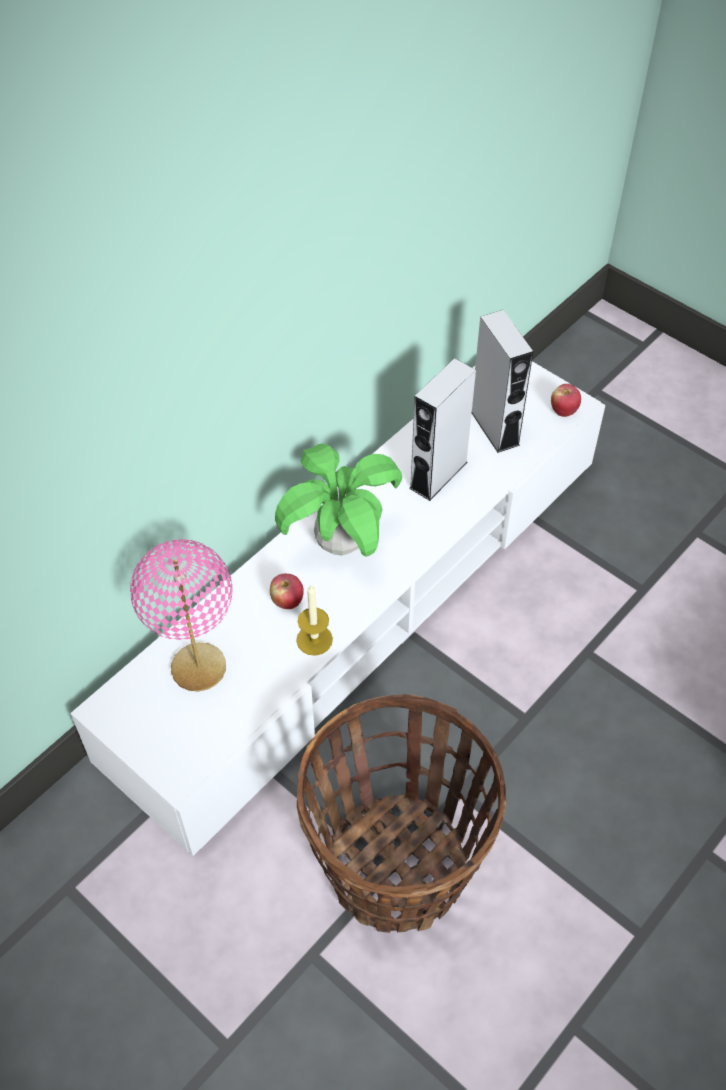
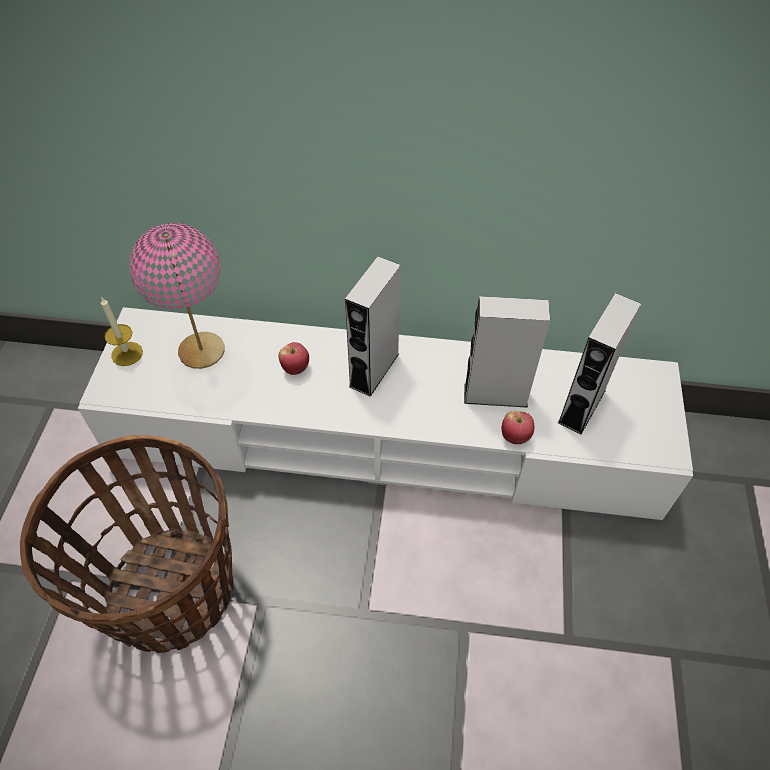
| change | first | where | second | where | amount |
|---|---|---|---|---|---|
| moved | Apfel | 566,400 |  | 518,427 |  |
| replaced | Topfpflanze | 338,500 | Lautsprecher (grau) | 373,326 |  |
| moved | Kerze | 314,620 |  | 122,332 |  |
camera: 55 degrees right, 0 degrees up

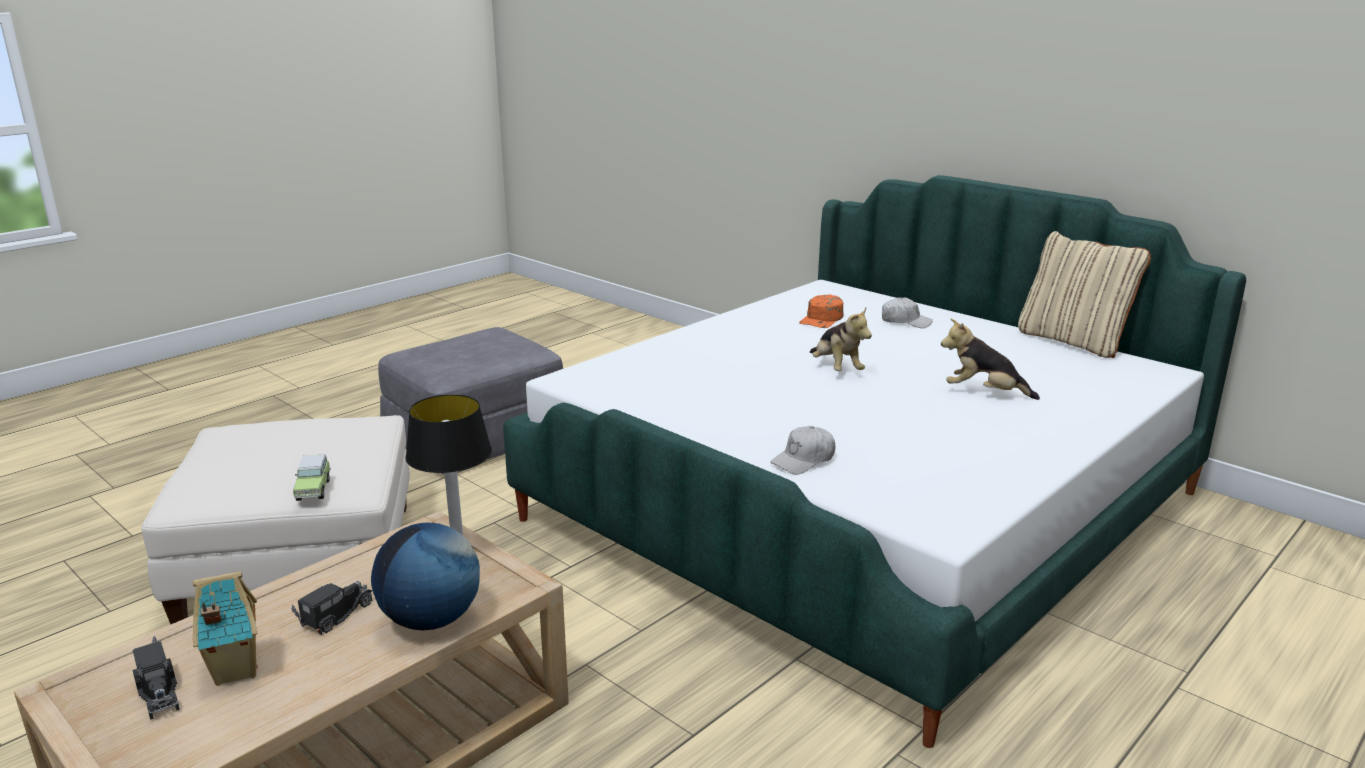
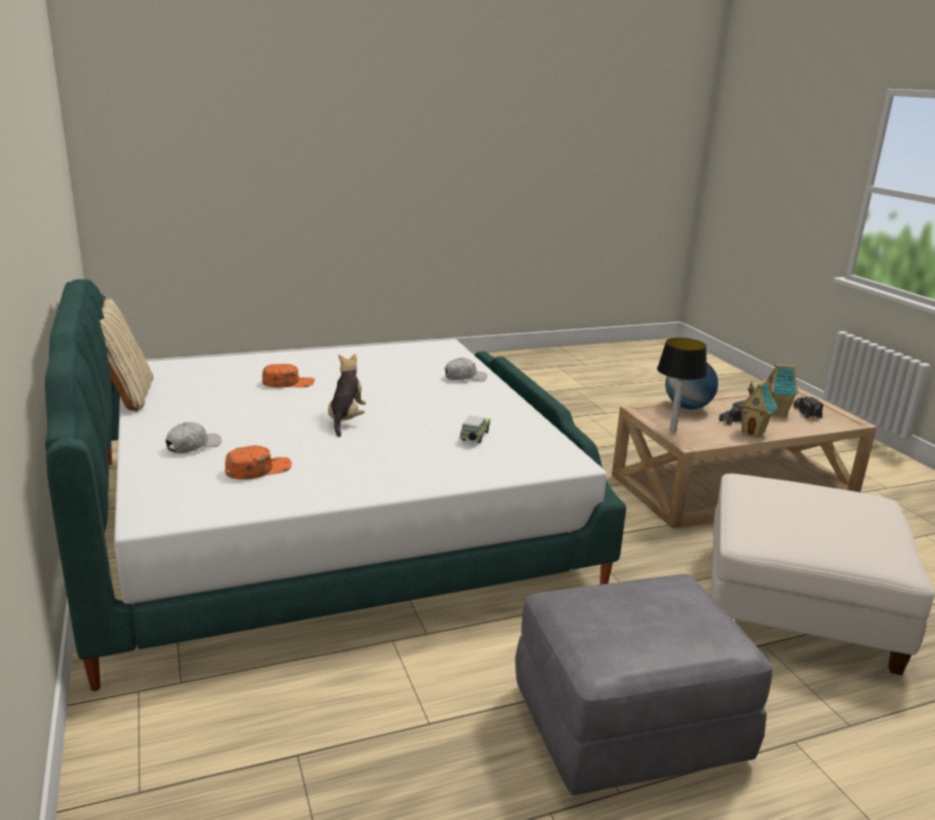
| change | first | where | second | where | amount |
|---|---|---|---|---|---|
| turned | Kappe (weiß) | 907,312 |  | 194,438 | 90 degrees clockwise |
| replaced | Plüschtier | 990,359 | Kappe (orange) | 288,376 |  |
| moved | Spielzeugauto | 312,477 |  | 475,429 |  |
| added |  |  | Spielzeughaus | 758,408 |  |
camera: 155 degrees left, 0 degrees up

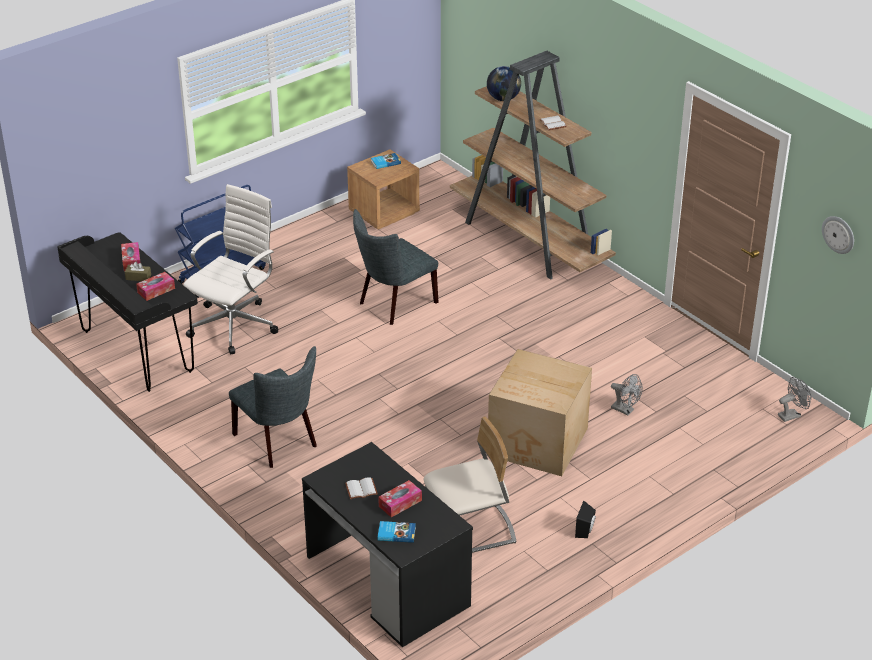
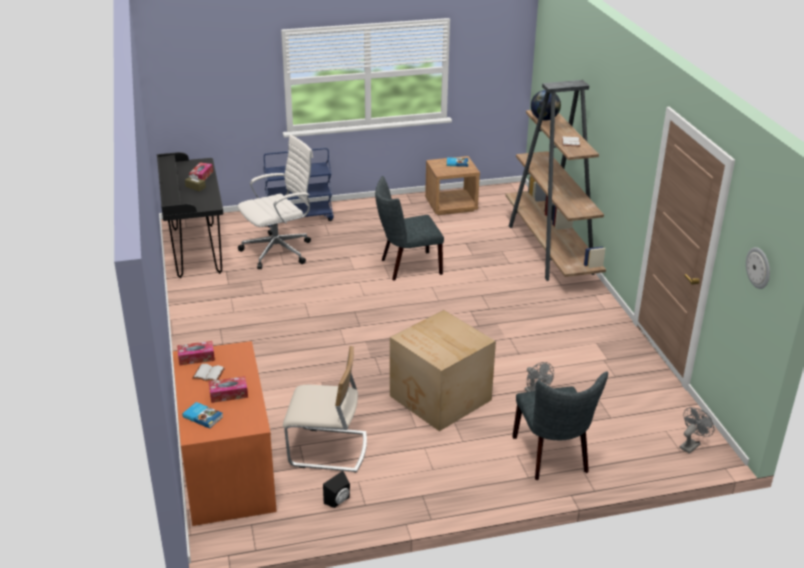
| change | first | where | second | where | amount |
|---|---|---|---|---|---|
| moved | Taschentuchbox | 155,286 |  | 196,353 |  |
| moved | Stuhl (grau) | 273,407 |  | 560,425 |  |
| turned | Ventilator (grau) | 794,399 |  | 696,430 | 45 degrees counterclockwise |
| recoloured | Schreibtisch (schwarz) | 387,544 | Schreibtisch (orange) | 225,433 |  |
| moved | Lautsprecher (schwarz) | 585,519 |  | 336,489 |  |
camera: 25 degrees right, 5 degrees down

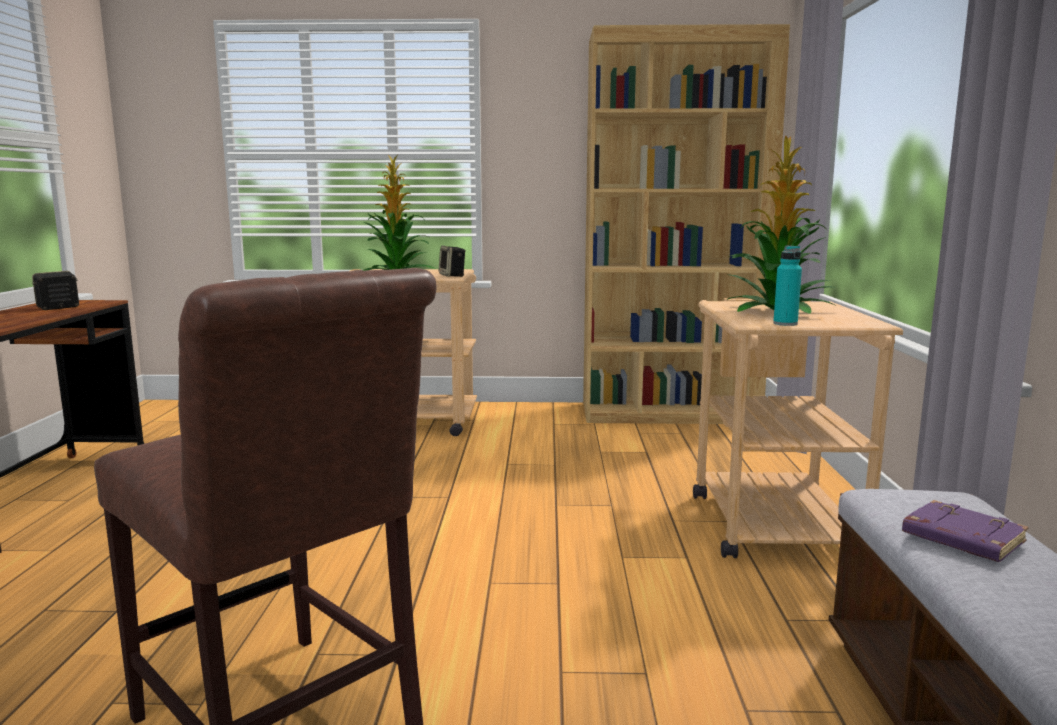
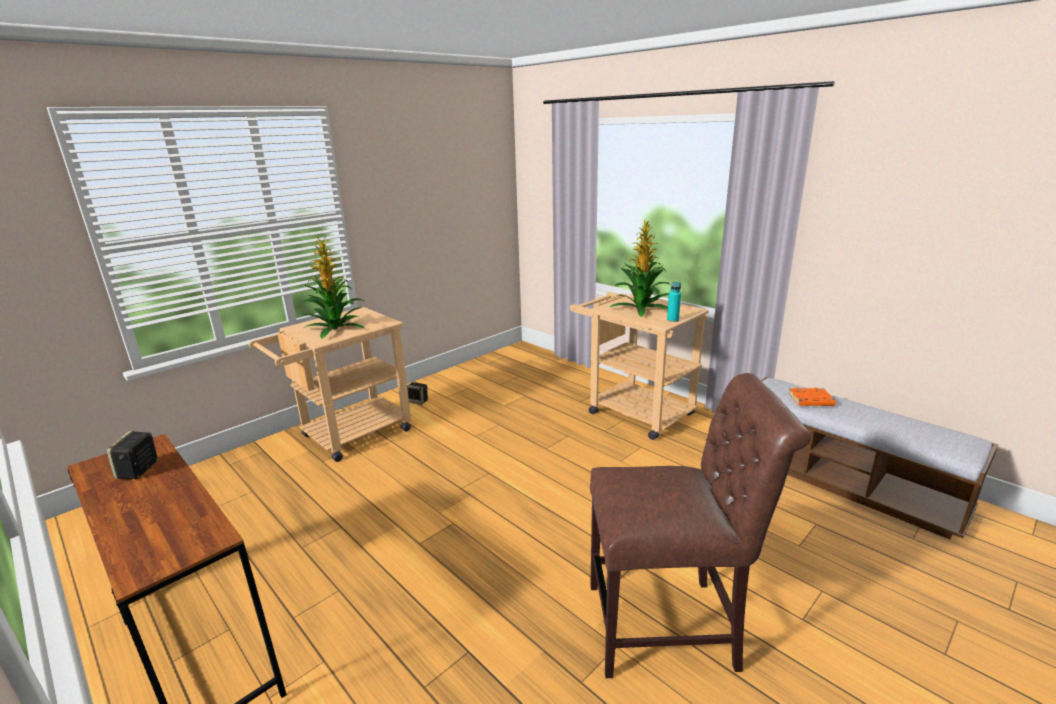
| change | first | where | second | where | amount |
|---|---|---|---|---|---|
| removed | Bücherregal (braun) | 686,224 |  |  |  |
| moved | Lautsprecher | 452,261 |  | 417,393 |  |
| recoloured | Buch (lila) | 965,531 | Buch (orange) | 812,397 |  |
camera: 45 degrees left, 10 degrees up

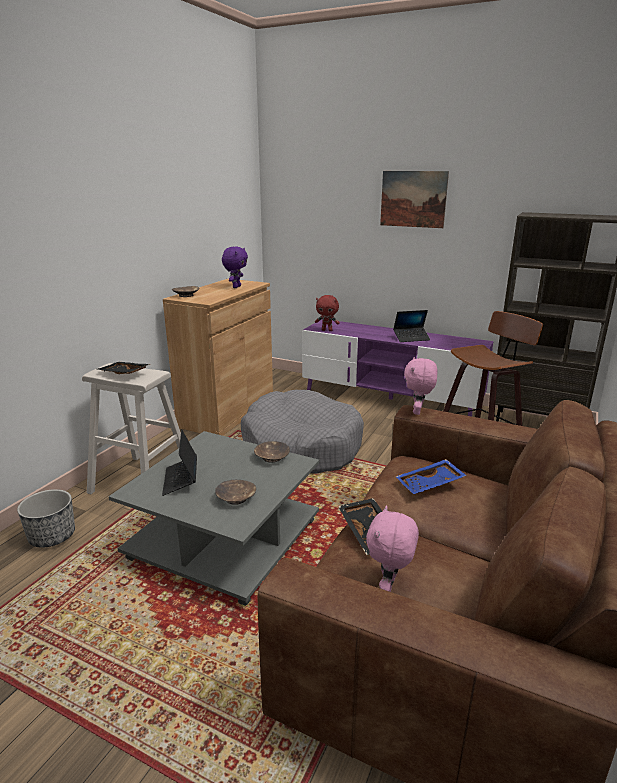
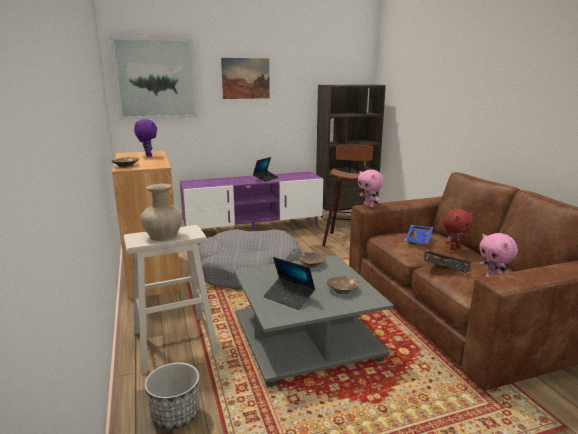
| change | first | where | second | where | amount |
|---|---|---|---|---|---|
| moved | Plüschtier (rot) | 327,313 |  | 458,229 |  |
| replaced | Tablett (schwarz) | 124,368 | Vase (beige) | 161,212 |  |
| added |  |  | Bild | 154,78 |  |
camera: 45 degrees left, 5 degrees down

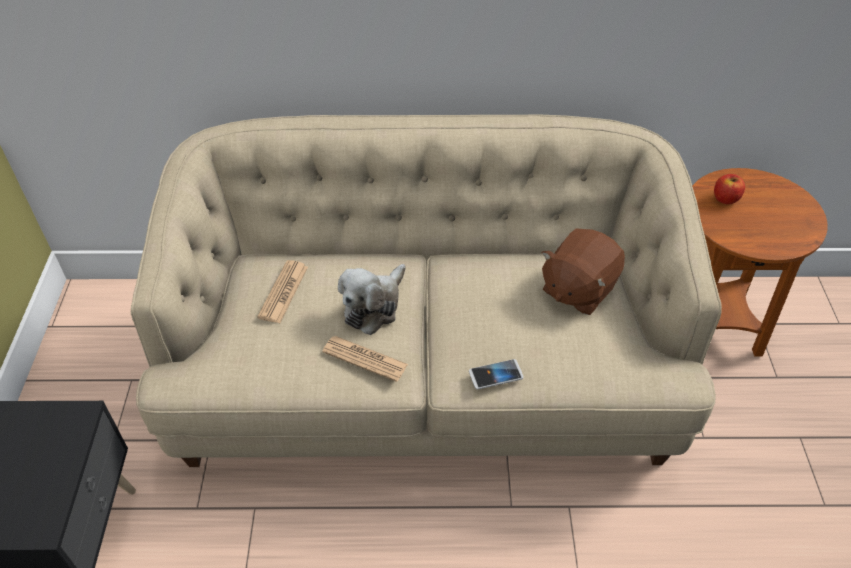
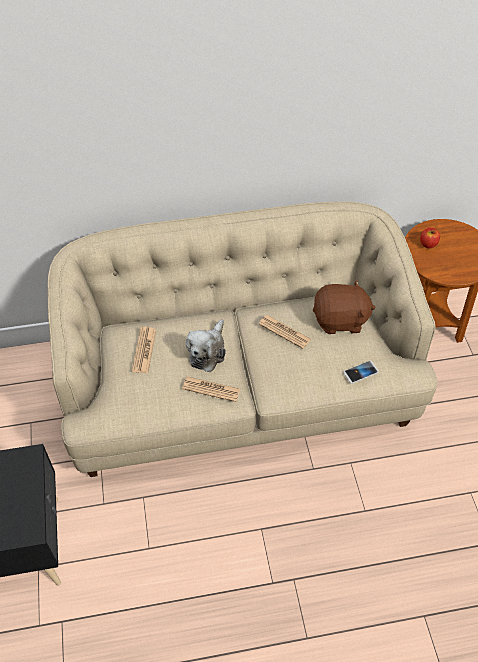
| change | first | where | second | where | amount |
|---|---|---|---|---|---|
| turned | Plüschtier (braun) | 583,271 |  | 344,307 | 120 degrees counterclockwise |
| moved | Handy | 496,374 |  | 361,372 |  |
| added |  |  | Zeitung | 285,332 |  |
camera: 10 degrees left, 5 degrees up

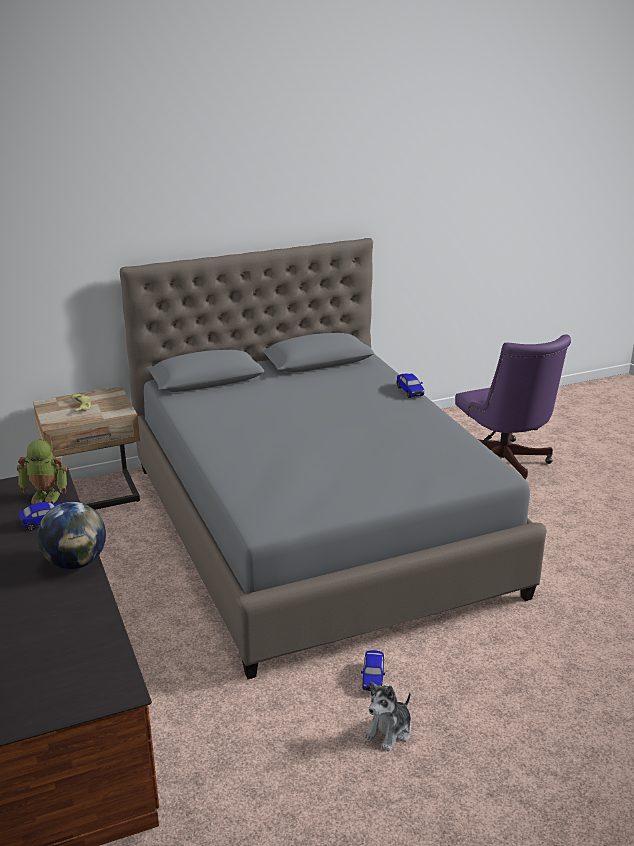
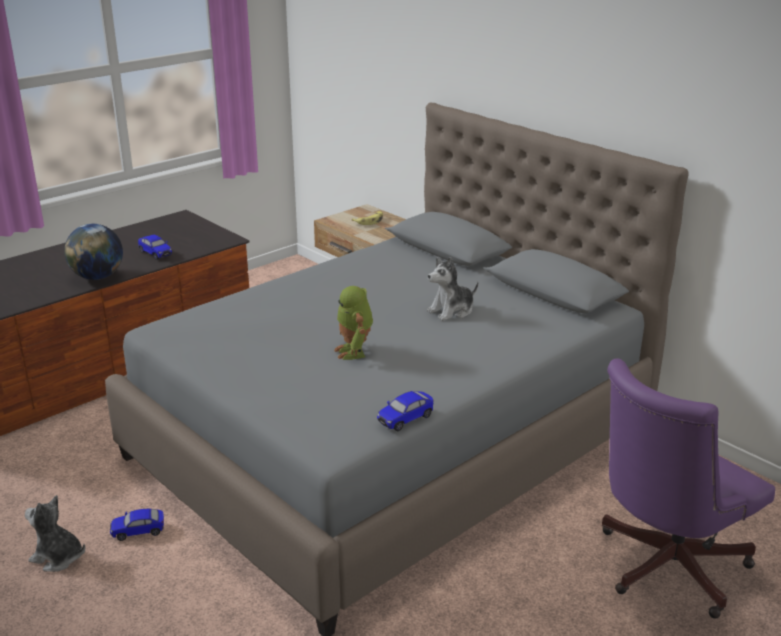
| change | first | where | second | where | amount |
|---|---|---|---|---|---|
| moved | Spielzeugauto | 410,386 |  | 405,411 |  |
| moved | Spielzeugroboter | 42,471 |  | 353,323 |  |
| added |  |  | Plüschtier | 452,289 |  |
camera: 70 degrees right, 0 degrees up

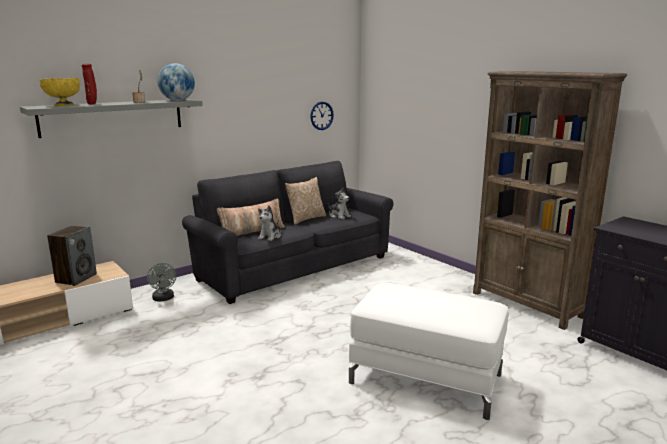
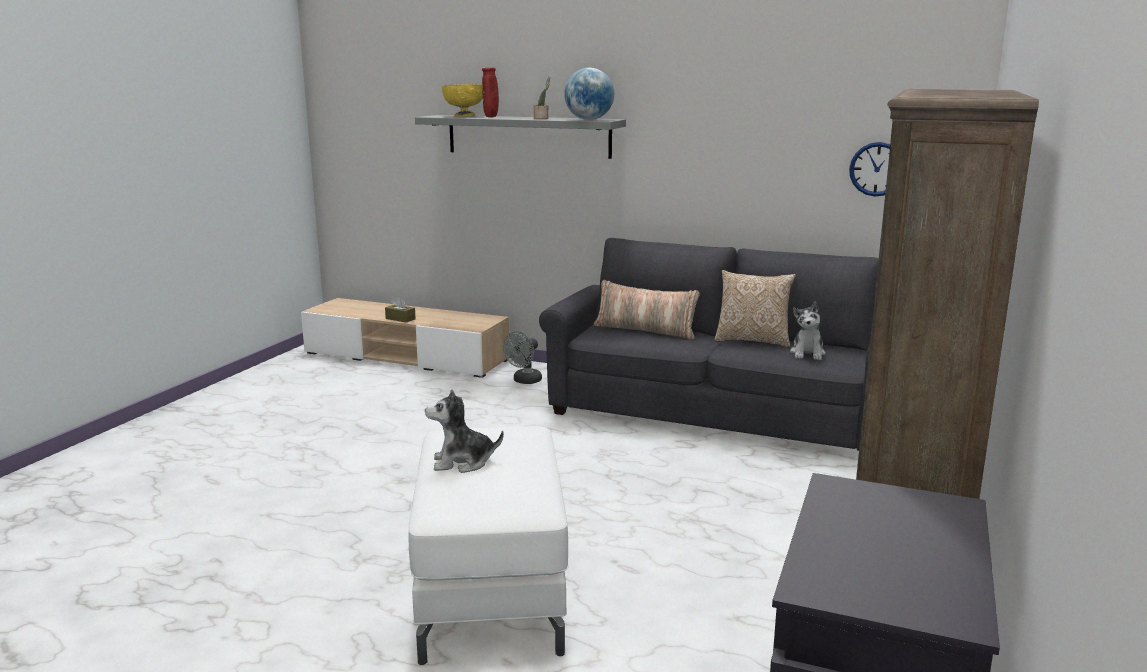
| change | first | where | second | where | amount |
|---|---|---|---|---|---|
| moved | Plüschtier | 269,223 |  | 464,431 |  |
| removed | Lautsprecher | 72,256 |  |  |  |
| added |  |  | Taschentuchbox (braun) | 400,309 |  |
camera: 60 degrees right, 0 degrees up

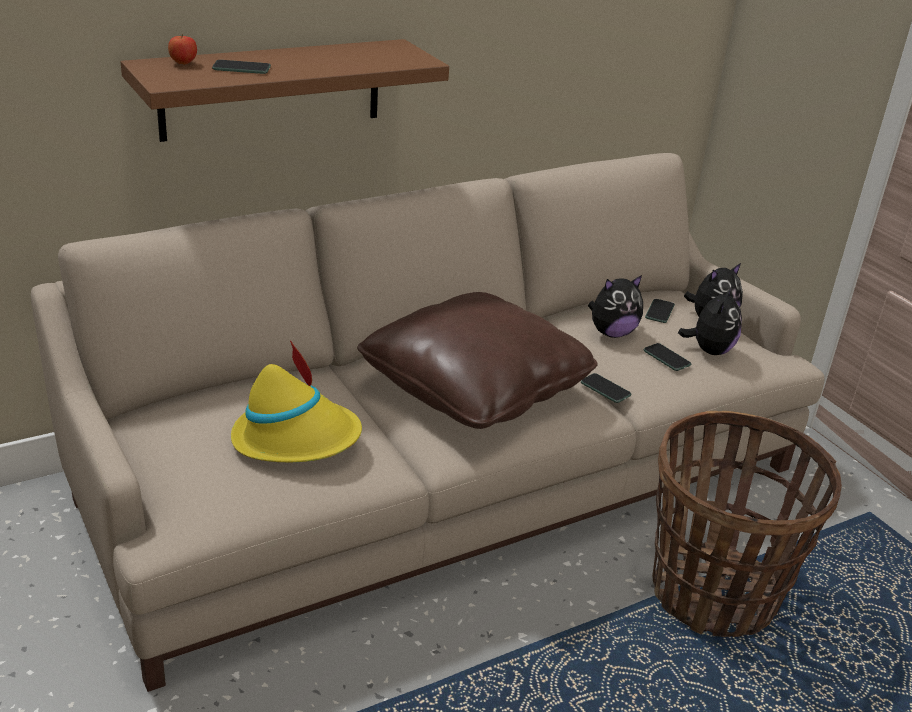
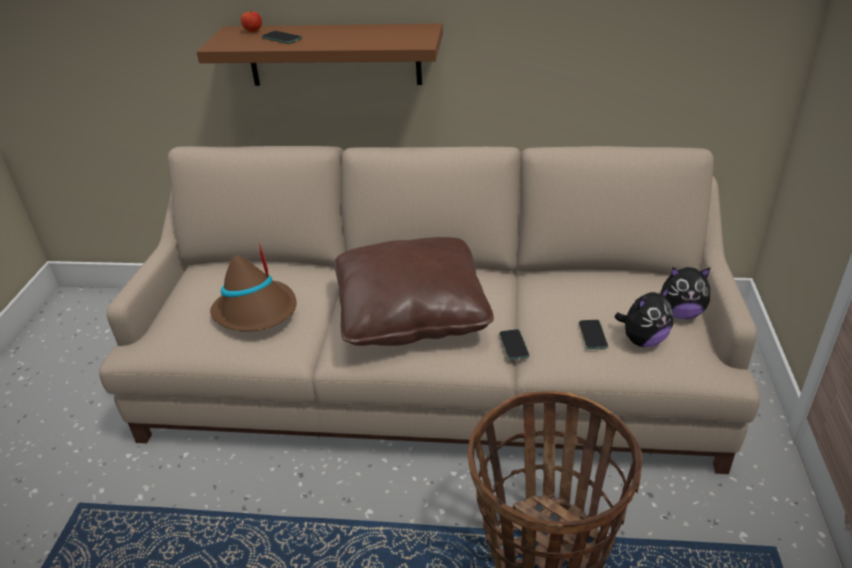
| change | first | where | second | where | amount |
|---|---|---|---|---|---|
| removed | Plüschtier | 615,306 |  |  |  |
| removed | Handy | 660,311 |  |  |  |
| recoloured | Hut (gelb) | 296,401 | Hut (braun) | 253,287 |  |
camera: 40 degrees right, 5 degrees up

